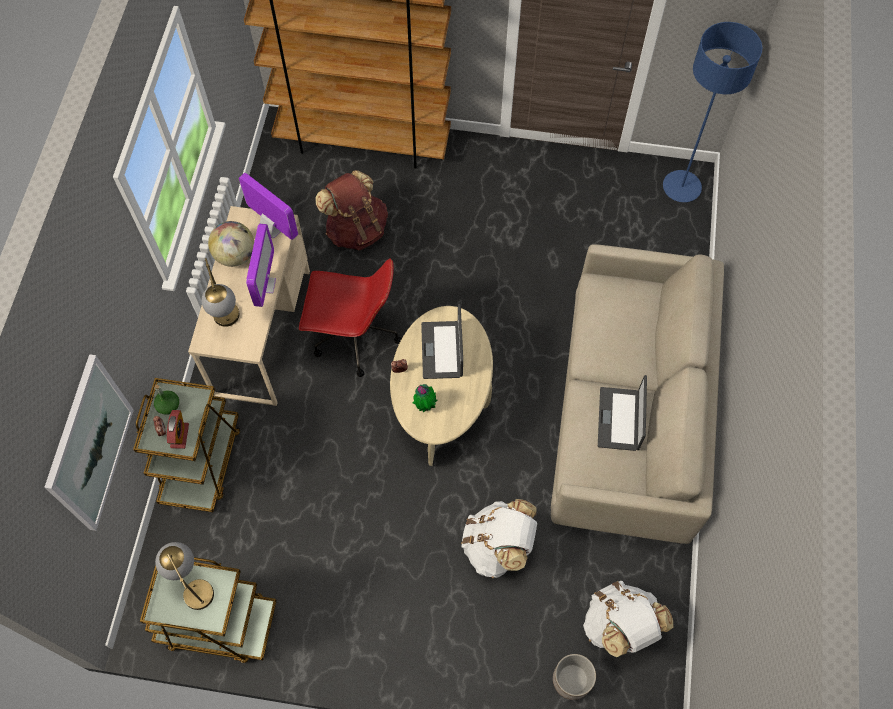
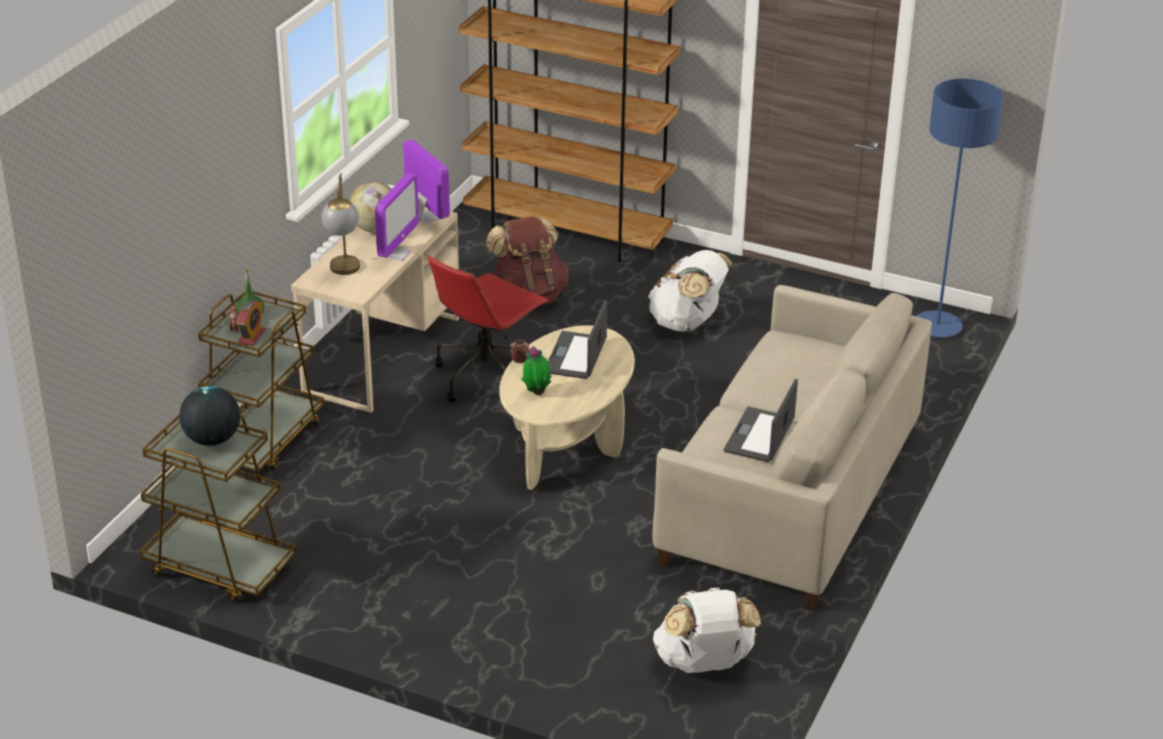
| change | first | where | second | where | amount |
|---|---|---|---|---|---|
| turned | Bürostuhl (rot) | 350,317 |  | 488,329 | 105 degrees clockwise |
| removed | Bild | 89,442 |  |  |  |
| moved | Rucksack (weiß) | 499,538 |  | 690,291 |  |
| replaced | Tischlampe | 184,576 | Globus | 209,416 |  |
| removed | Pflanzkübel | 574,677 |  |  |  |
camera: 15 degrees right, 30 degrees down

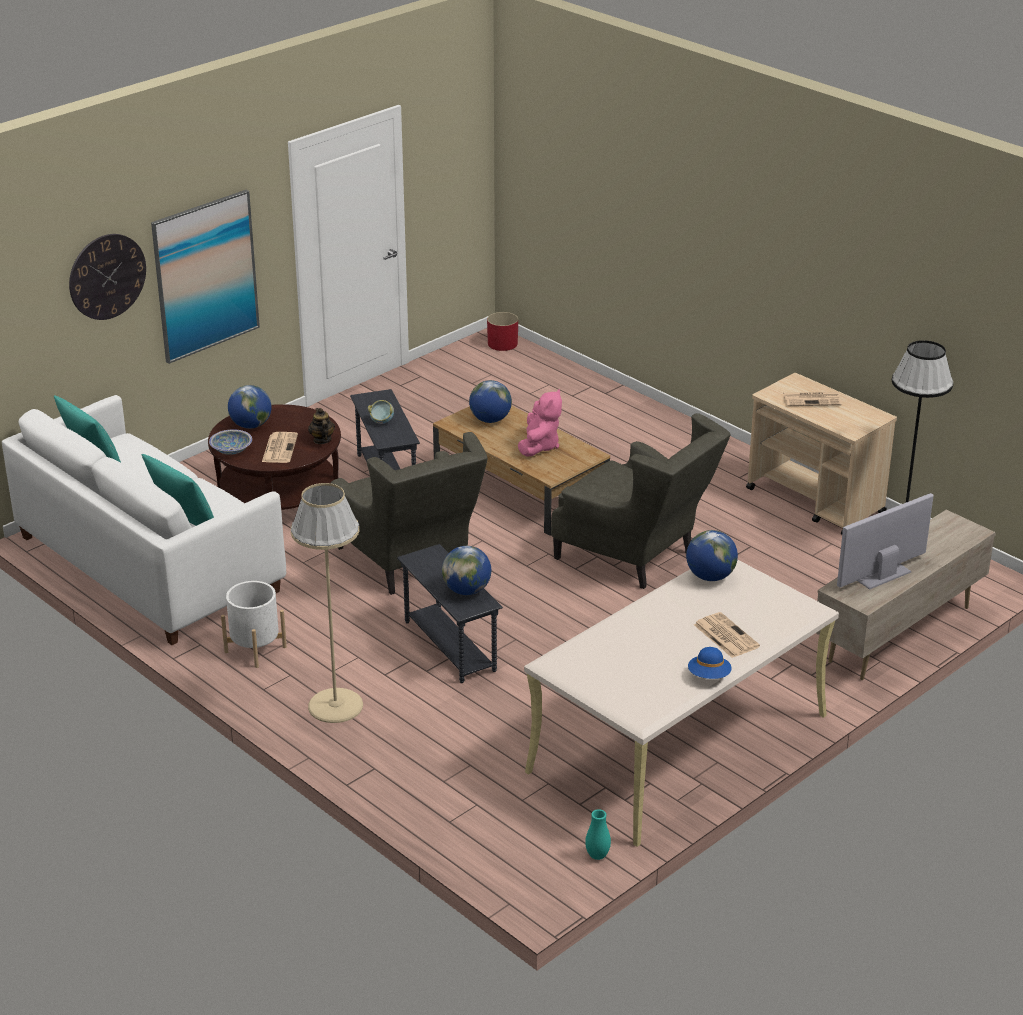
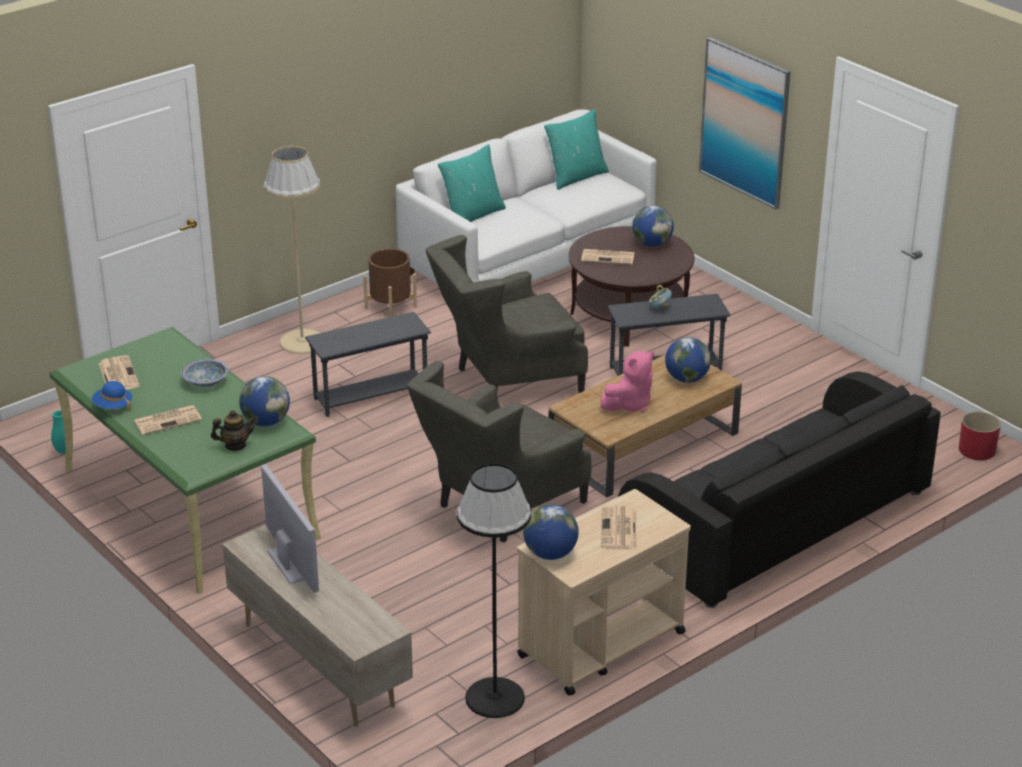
| change | first | where | second | where | amount |
|---|---|---|---|---|---|
| removed | Wanduhr | 107,277 |  |  |  |
| turned | Plüschtier (rosa) | 540,423 |  | 627,382 | 60 degrees counterclockwise |
| moved | Teekanne | 321,426 |  | 233,430 |  |
| moved | Schüssel | 230,442 |  | 205,373 |  |
| moved | Globus | 466,570 |  | 551,532 |  |
| recoloured | Schreibtisch (beige) | 681,703 | Schreibtisch (grün) | 185,460 |  |
| recoloured | Pflanzkübel (weiß) | 254,624 | Pflanzkübel (braun) | 390,283 |  |
| added |  |  | Zeitung | 119,372 |  |
| added |  |  | Sofa (schwarz) | 779,489 |  |
camera: 95 degrees right, 0 degrees up

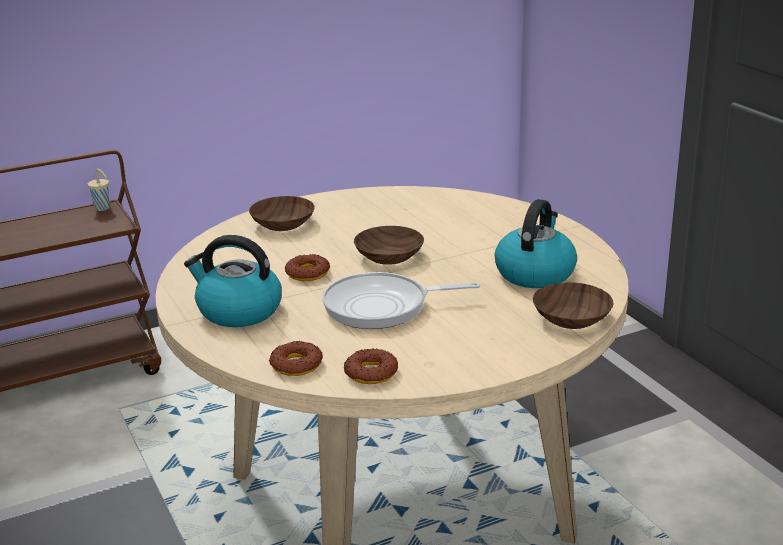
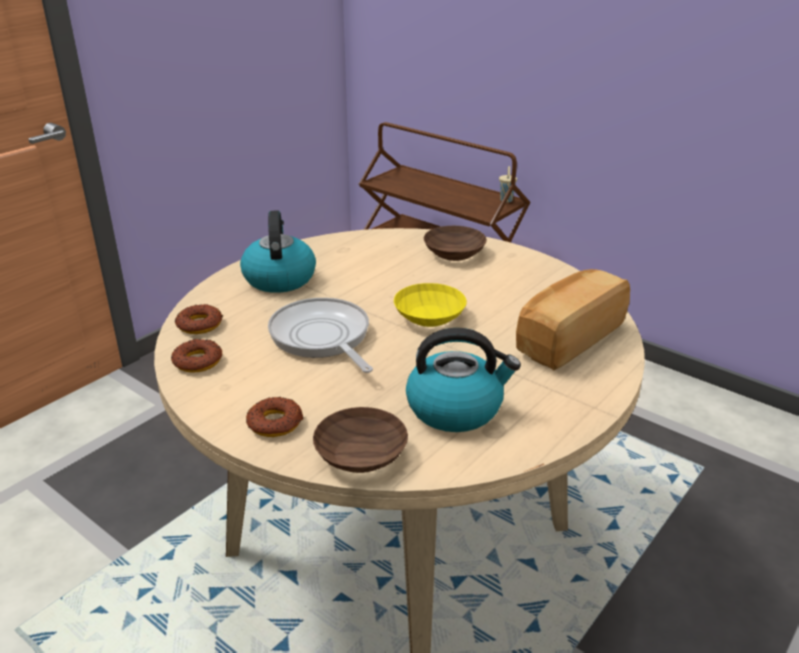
| change | first | where | second | where | amount |
|---|---|---|---|---|---|
| recoloured | Schüssel (braun) | 389,245 | Schüssel (gelb) | 430,305 |  |
| moved | Donut | 307,267 |  | 275,417 |  |
| added |  |  | Brot | 573,319 |  |
camera: 65 degrees right, 5 degrees up

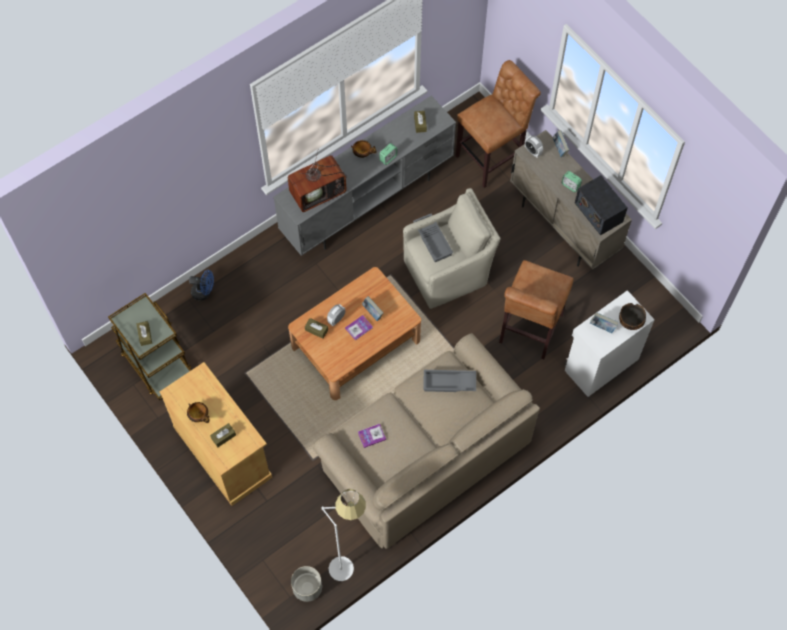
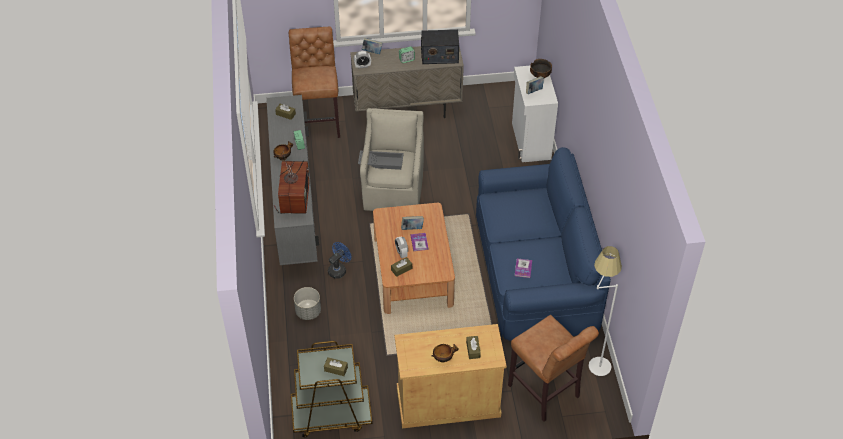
| change | first | where | second | where | amount |
|---|---|---|---|---|---|
| moved | Hocker (braun) | 536,309 |  | 553,368 |  |
| moved | Ventilator (blau) | 201,285 |  | 339,260 |  |
| recoloured | Sofa (beige) | 426,441 | Sofa (blau) | 543,244 |  |
| removed | Tablett (grau) | 449,381 |  |  |  |
| moved | Pflanzkübel (grau) | 306,584 |  | 307,303 |  |
camera: 60 degrees left, 15 degrees down

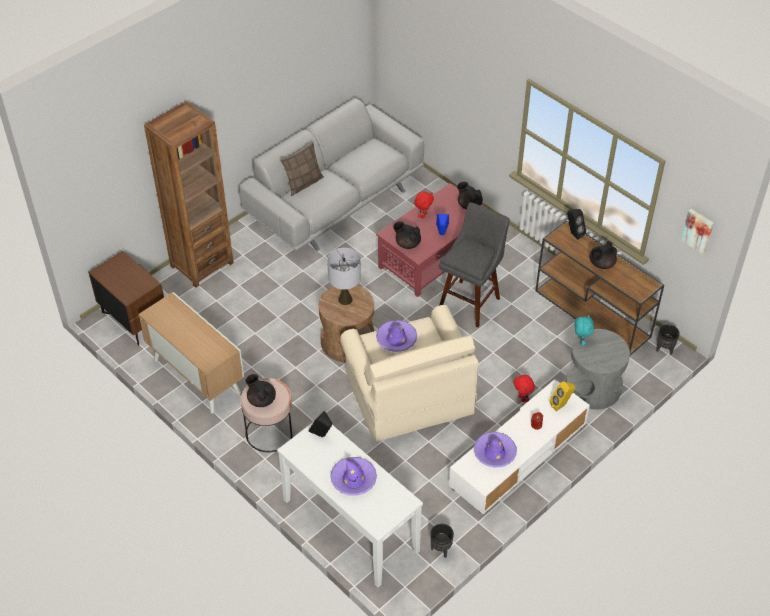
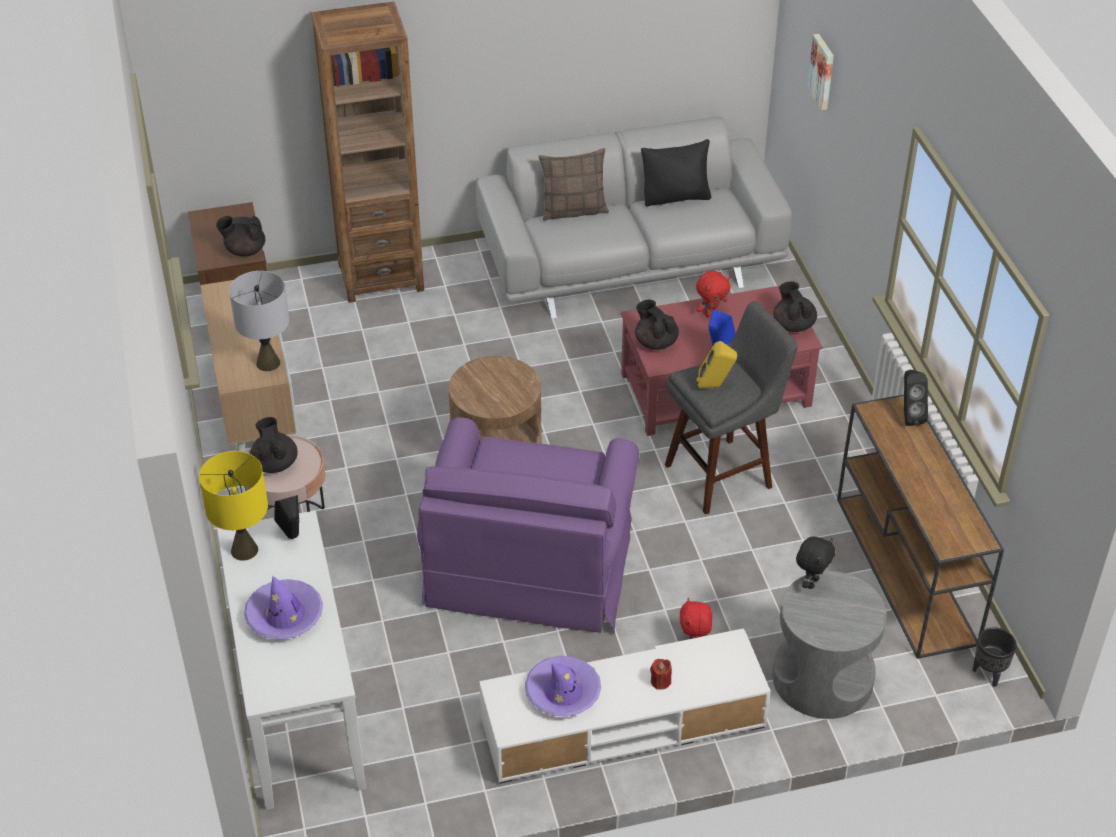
| change | first | where | second | where | amount |
|---|---|---|---|---|---|
| moved | Bild | 697,231 |  | 820,72 |  |
| moved | Teekanne (schwarz) | 603,255 |  | 240,236 |  |
| moved | Tischlampe (grau) | 344,276 |  | 259,321 |  |
| recoloured | Sessel (beige) | 410,373 | Sessel (lila) | 528,525 |  |
| recoloured | Plüschtier (türkis) | 584,330 | Plüschtier (schwarz) | 815,562 |  |
| removed | Hut (lila) | 396,336 |  |  |  |
| moved | Lautsprecher (gelb) | 562,396 |  | 717,364 |  |
| removed | Pflanzkübel (schwarz) | 442,541 |  |  |  |
| added |  |  | Kissen (schwarz) | 676,173 |  |
| added |  |  | Tischlampe (gelb) | 233,506 |  |
camera: 30 degrees right, 5 degrees down

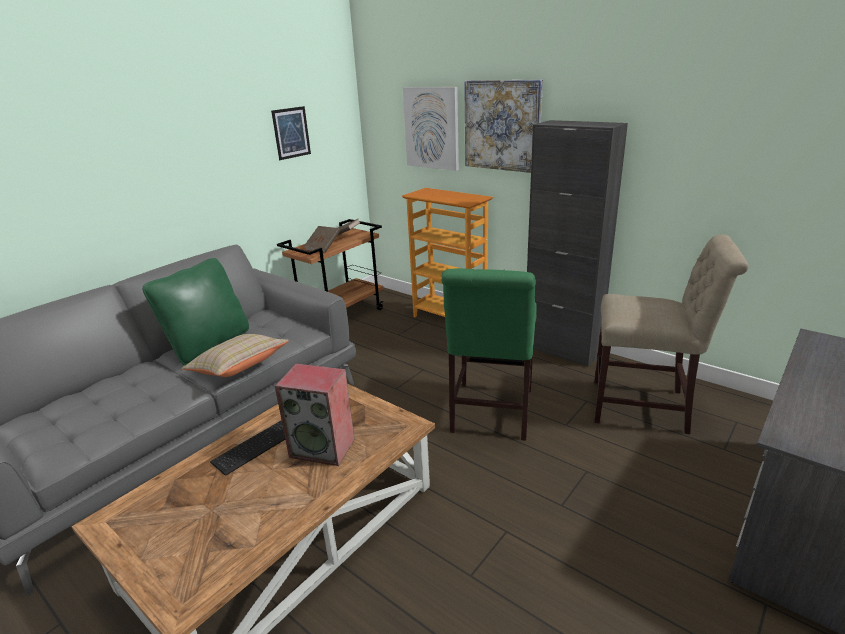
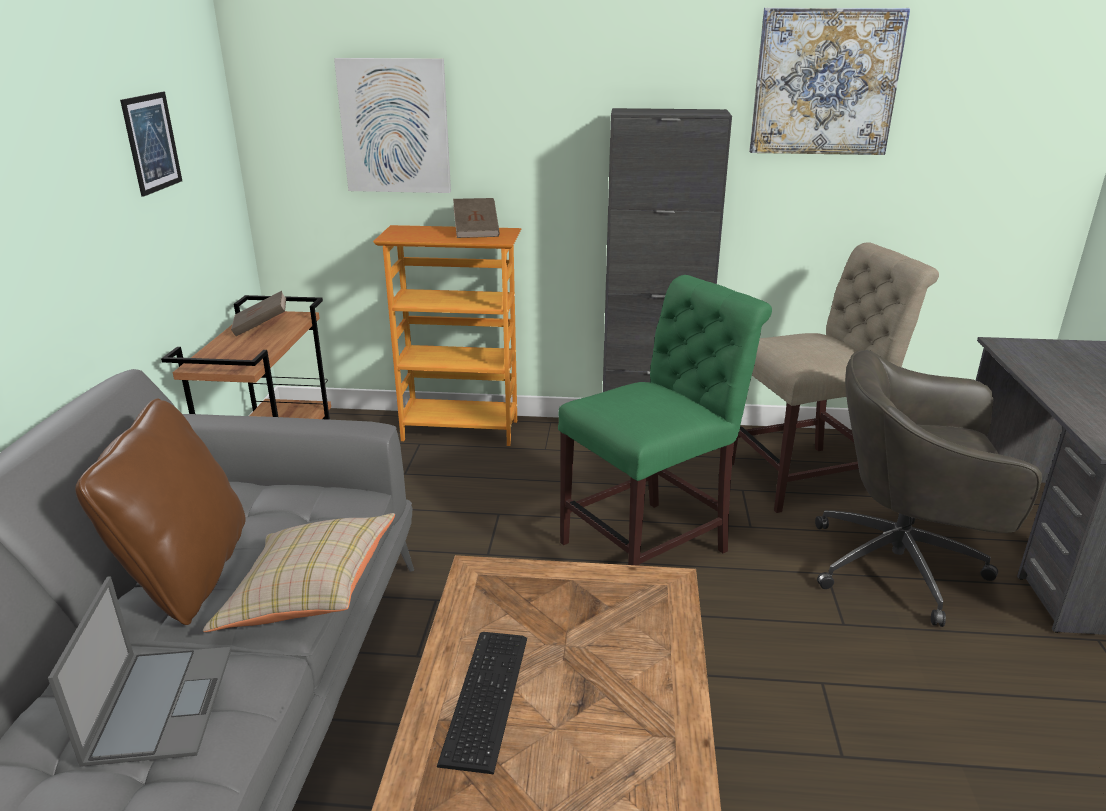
| change | first | where | second | where | amount |
|---|---|---|---|---|---|
| moved | Bild | 503,126 |  | 829,81 |  |
| moved | Buch (braun) | 322,239 |  | 476,218 |  |
| recoloured | Kissen (grün) | 195,311 | Kissen (braun) | 160,511 |  |
| turned | Stuhl (grün) | 489,354 |  | 665,420 | 105 degrees counterclockwise |
| removed | Lautsprecher | 315,415 |  |  |  |
| added |  |  | Bürostuhl (grau) | 928,488 |  |
| added |  |  | Laptop | 140,671 |  |
camera: 35 degrees left, 0 degrees up

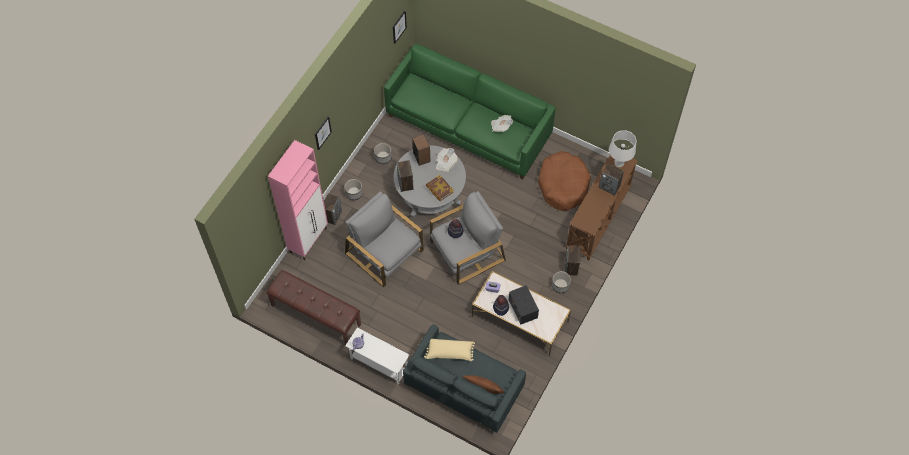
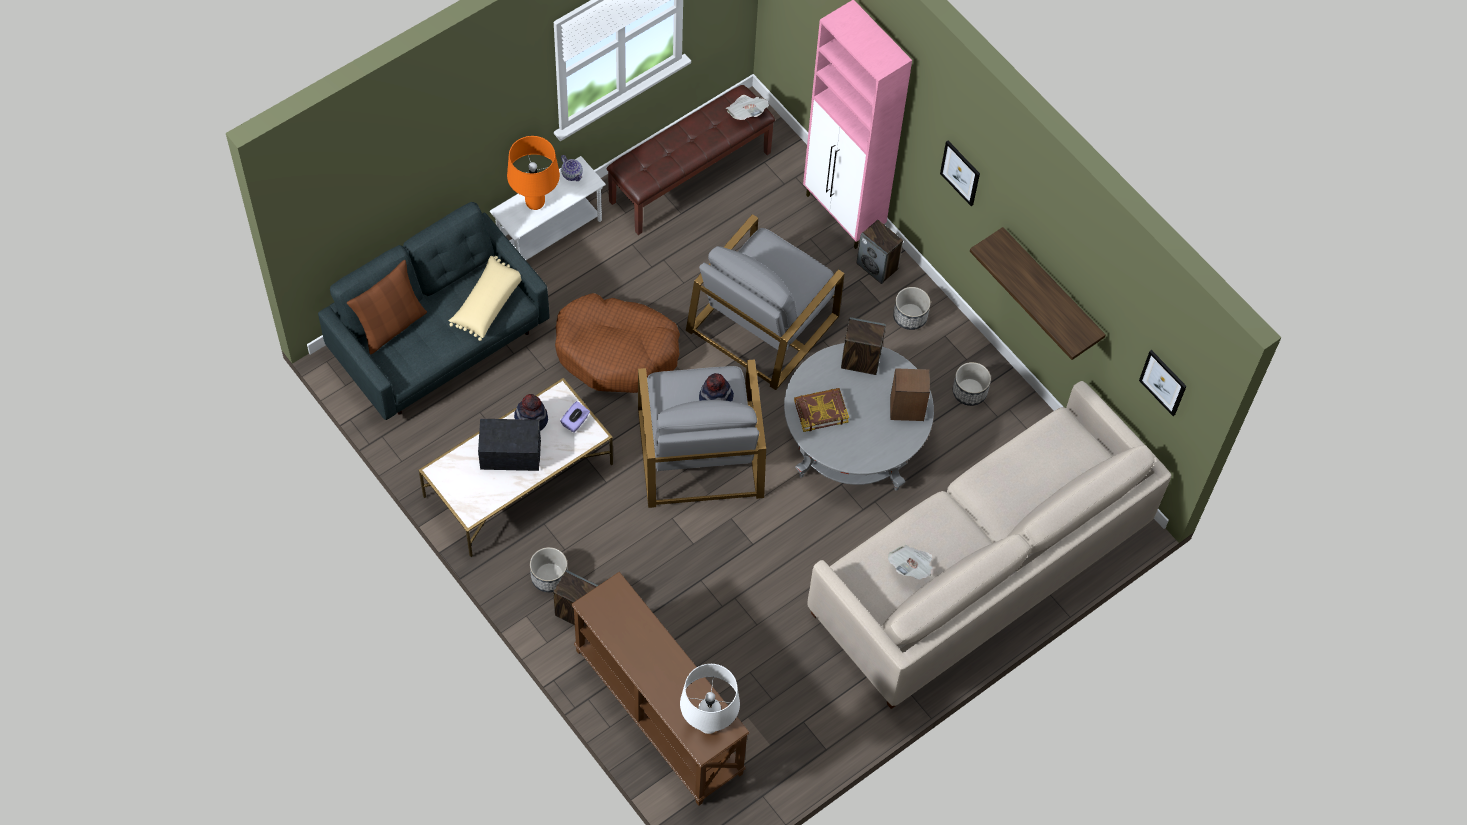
| change | first | where | second | where | amount |
|---|---|---|---|---|---|
| recoloured | Sofa (grün) | 470,111 | Sofa (beige) | 989,545 |  |
| moved | Zeitung | 447,160 |  | 747,107 |  |
| moved | Hundebett (braun) | 564,181 |  | 617,343 |  |
| removed | Lautsprecher | 611,179 |  |  |  |
| turned | Sessel (grau) | 384,239 |  | 765,302 | 150 degrees clockwise |
| added |  |  | Tischlampe (orange) | 533,173 |  |
| added |  |  | Wandregal | 1038,293 |  |
camera: 110 degrees right, 0 degrees up

